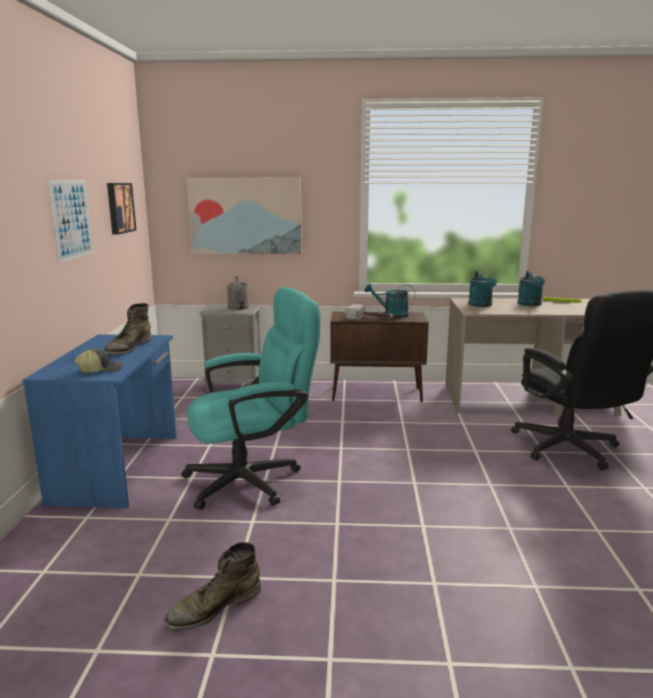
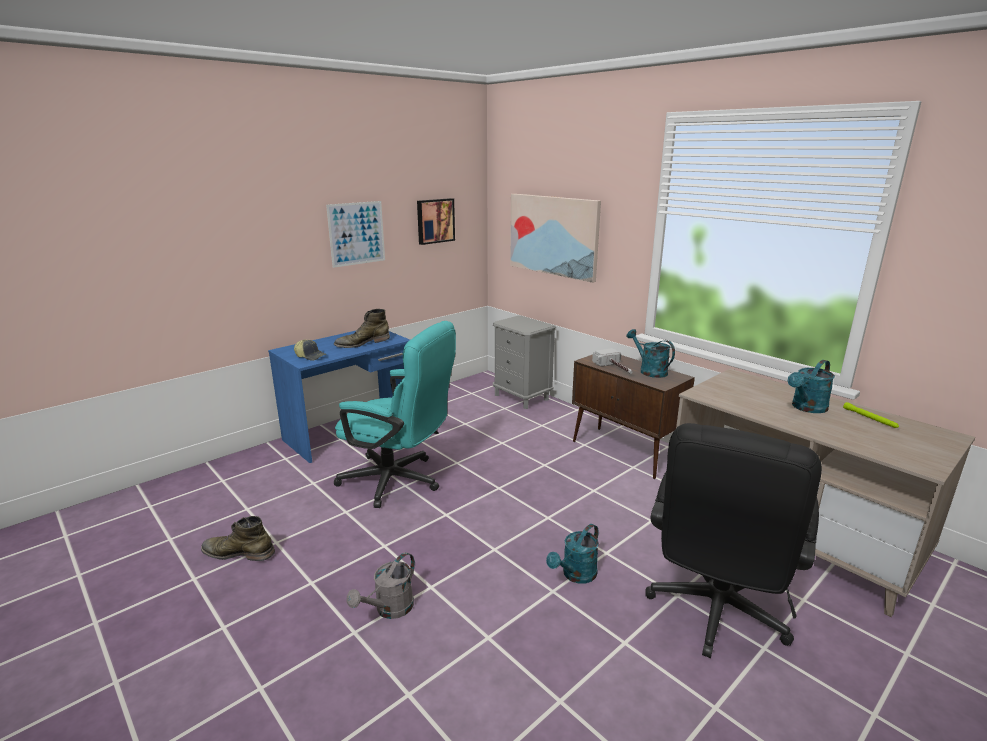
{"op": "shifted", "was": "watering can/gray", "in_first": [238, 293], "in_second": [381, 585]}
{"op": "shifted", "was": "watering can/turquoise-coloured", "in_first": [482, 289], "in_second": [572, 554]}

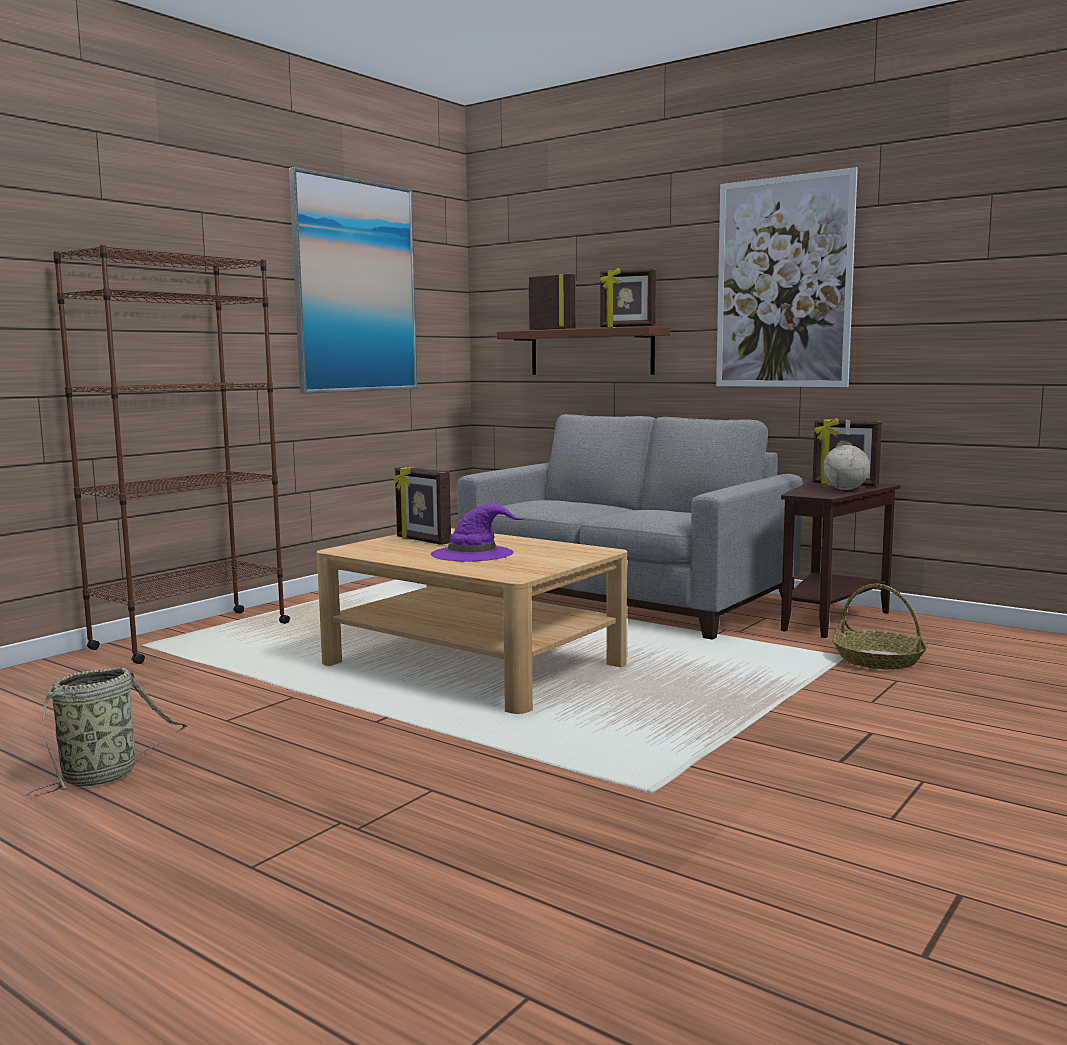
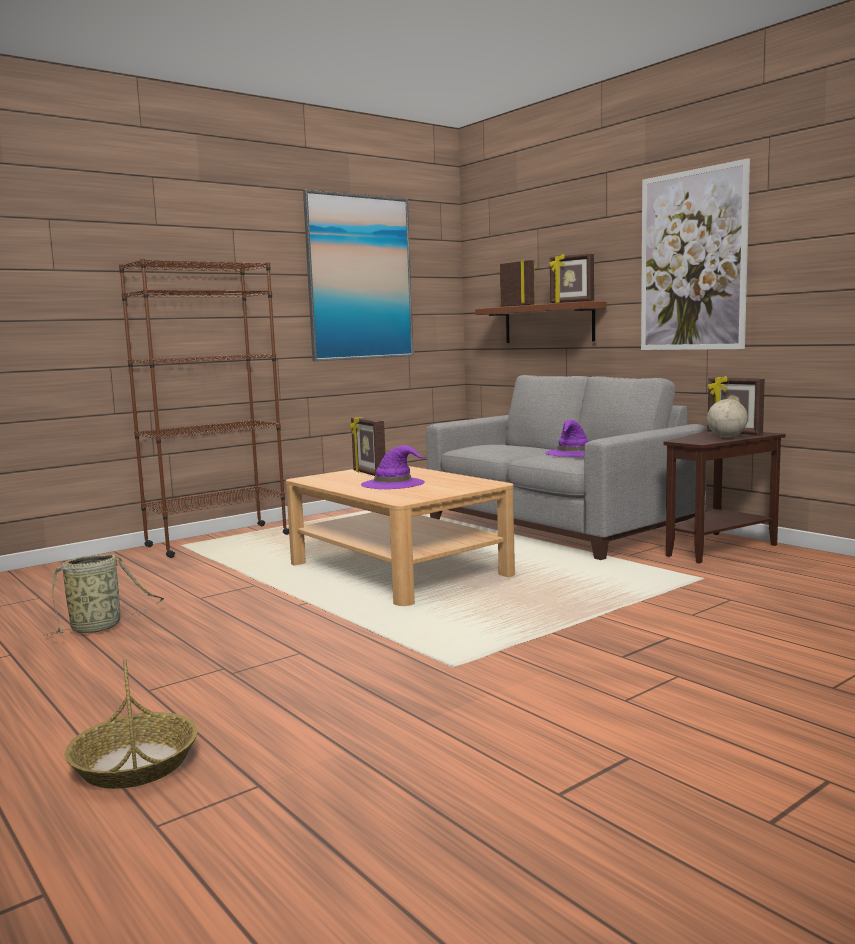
{"op": "new", "now": "wearable hat/purplish", "in_second": [567, 438]}
{"op": "shifted", "was": "basket", "in_first": [880, 627], "in_second": [131, 724]}

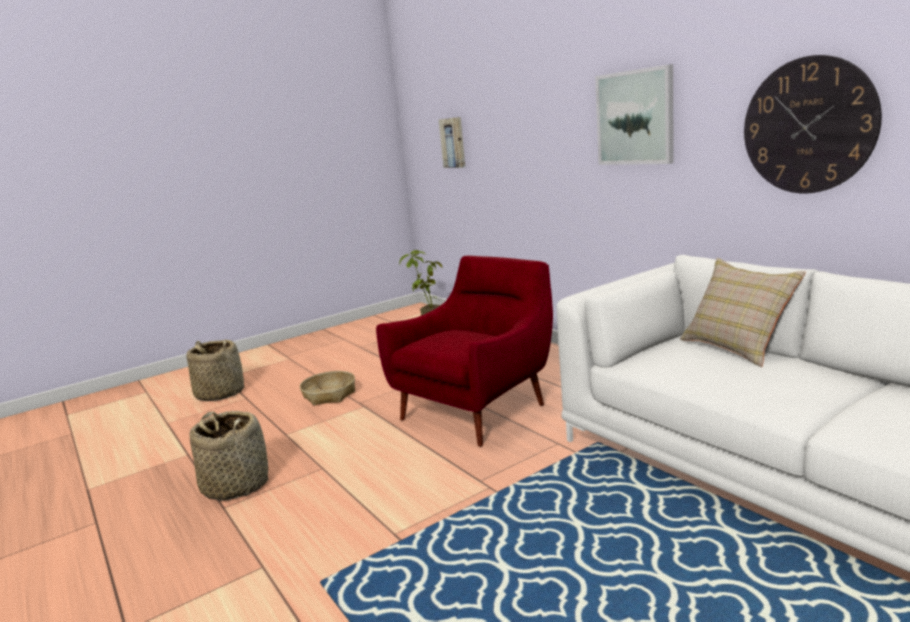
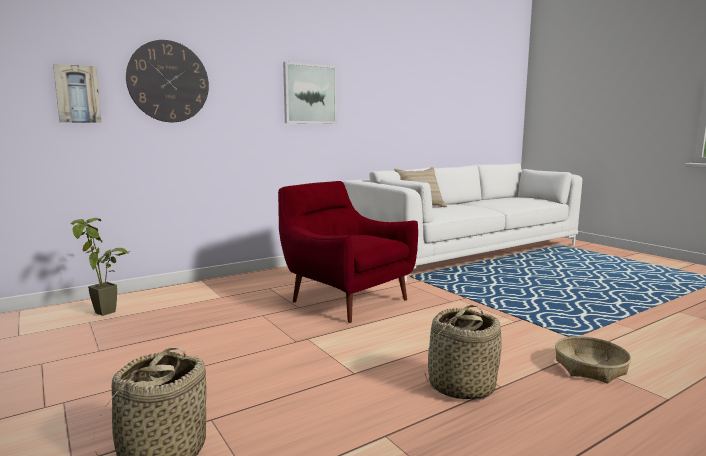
{"op": "shifted", "was": "basket", "in_first": [327, 388], "in_second": [593, 359]}
{"op": "shifted", "was": "clock on the wall", "in_first": [813, 124], "in_second": [167, 81]}

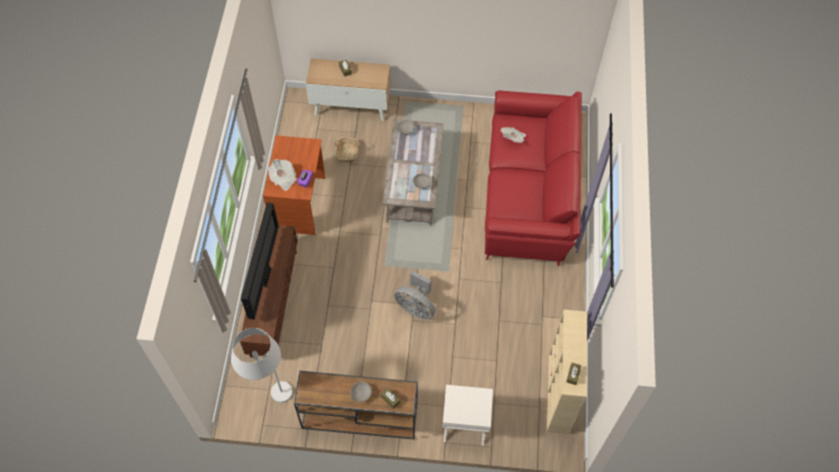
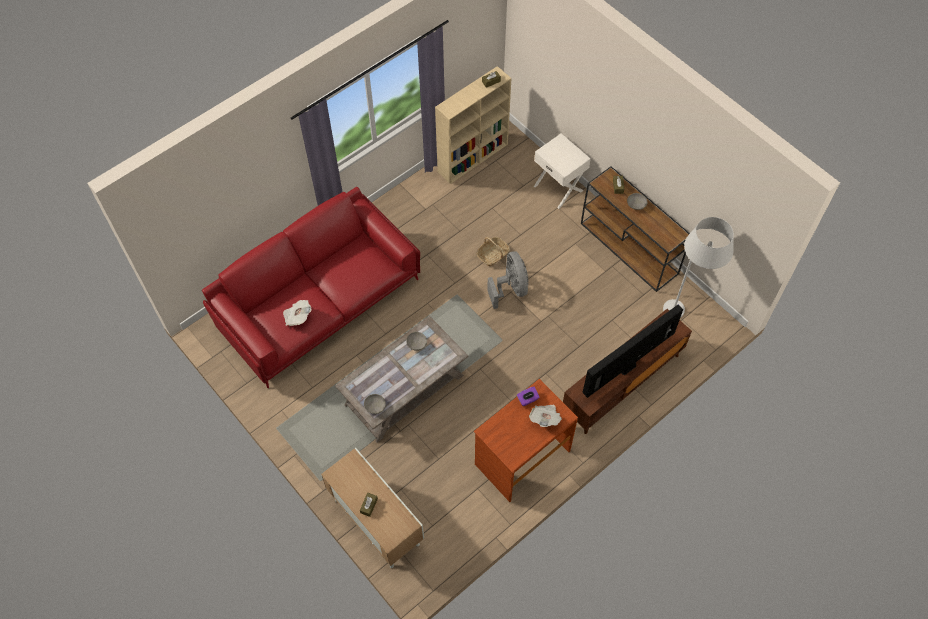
{"op": "shifted", "was": "basket", "in_first": [347, 149], "in_second": [493, 251]}

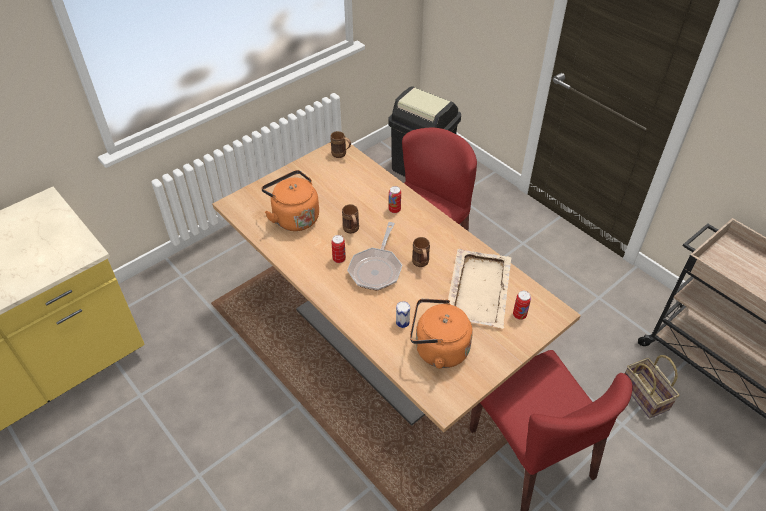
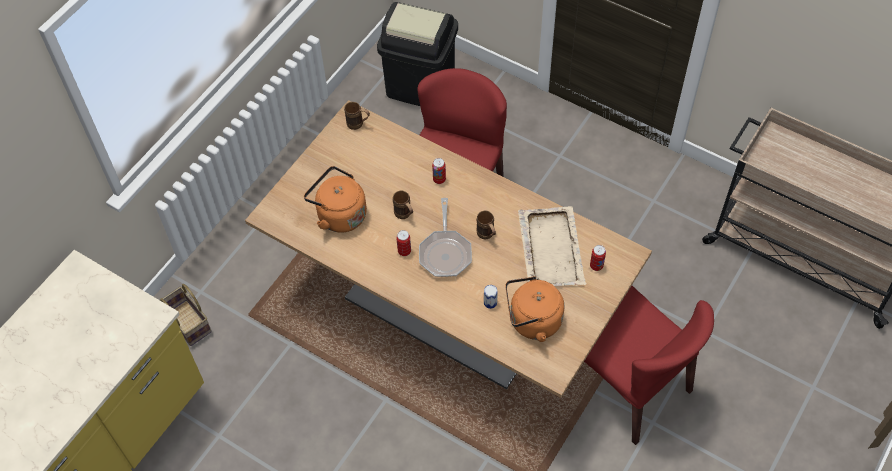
{"op": "shifted", "was": "basket", "in_first": [652, 386], "in_second": [186, 315]}

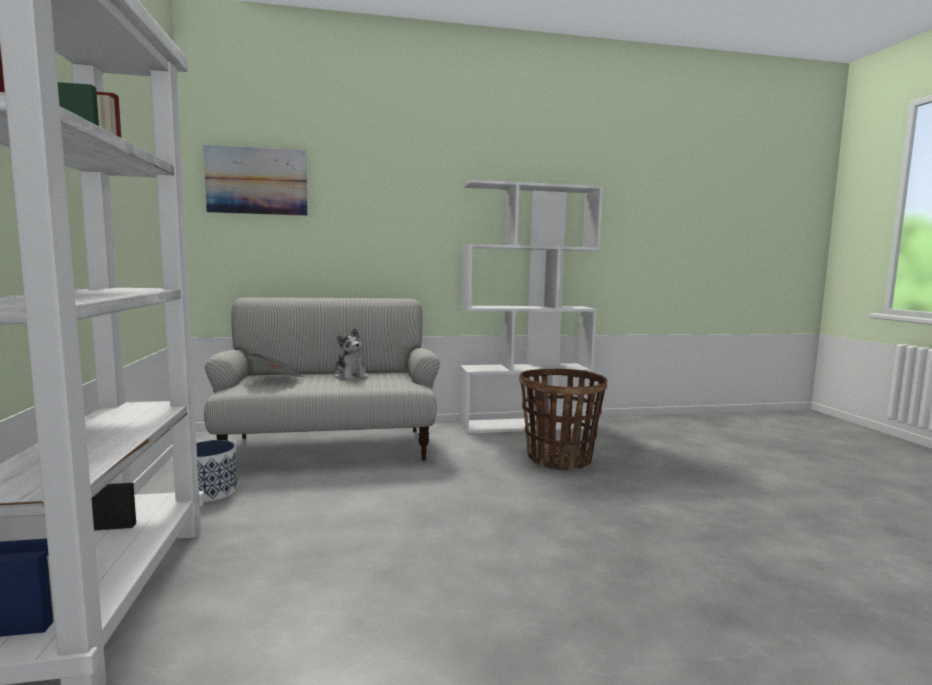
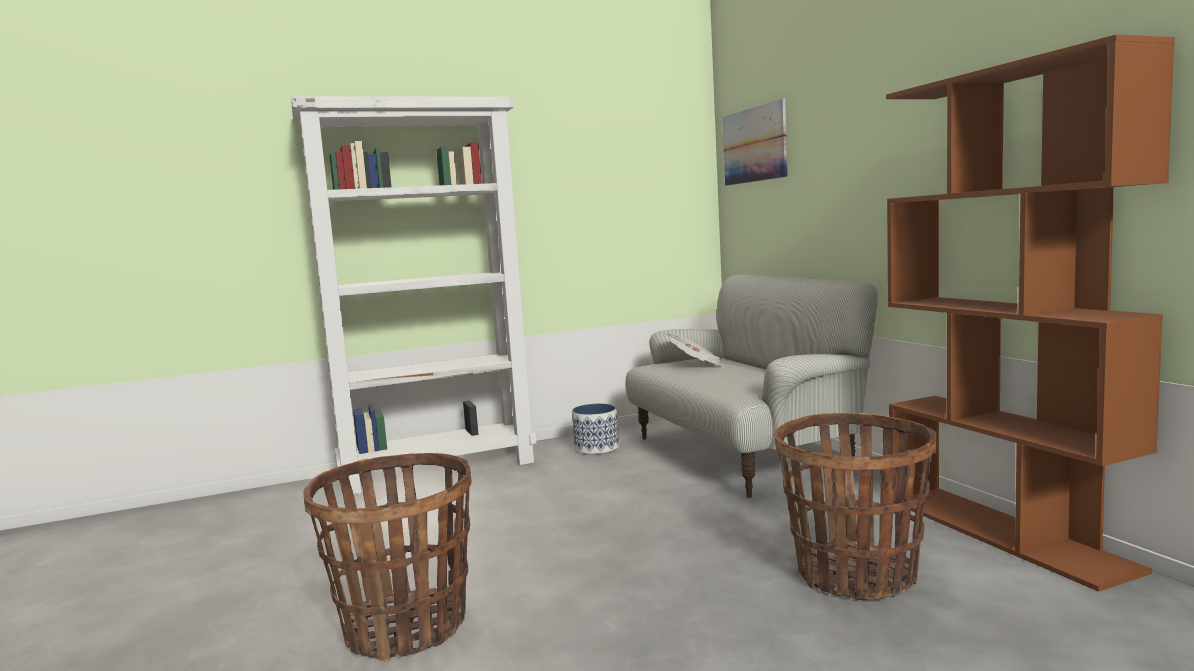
{"op": "gone", "was": "plush toy", "in_first": [351, 354]}
{"op": "new", "now": "basket", "in_second": [387, 557]}
{"op": "repainted", "was": "bookshelf/whitish", "now": "bookshelf/brown", "in_first": [531, 307], "in_second": [1030, 313]}

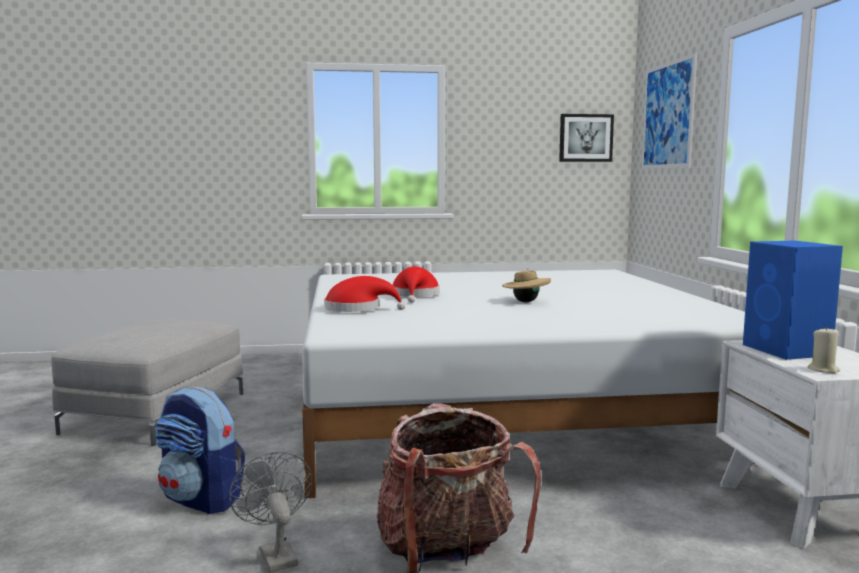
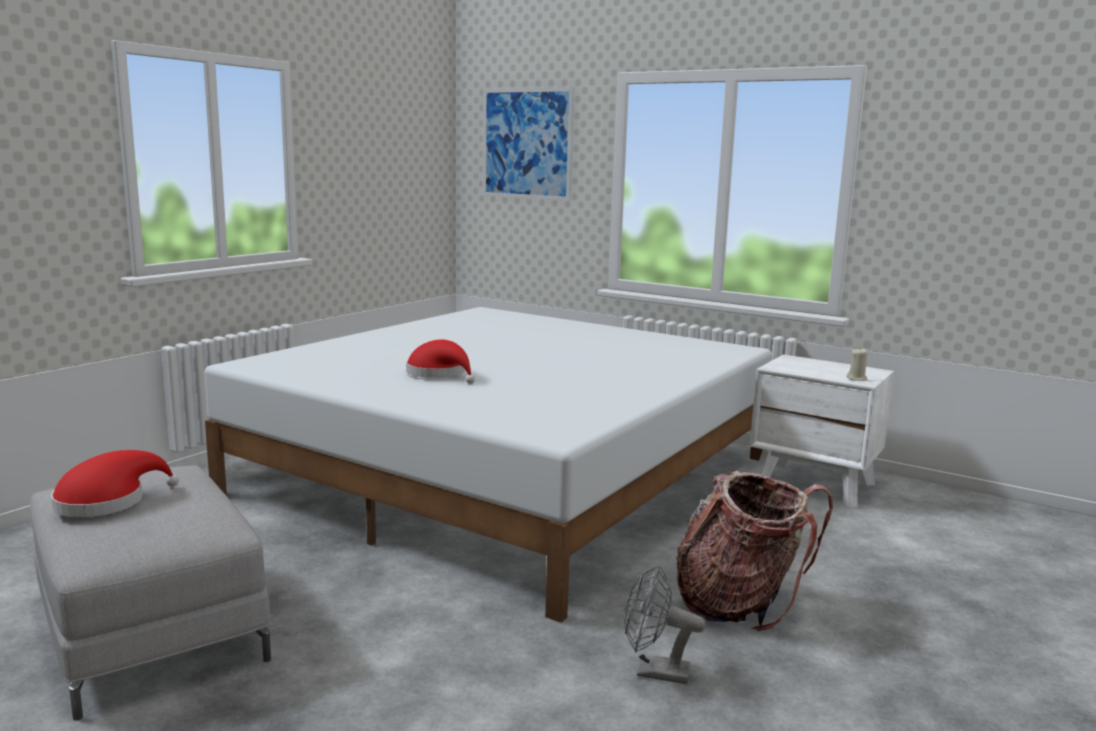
{"op": "gone", "was": "knapsack", "in_first": [200, 450]}
{"op": "gone", "was": "wearable hat/sand-coloured", "in_first": [526, 285]}
{"op": "gone", "was": "wall art", "in_first": [586, 138]}
{"op": "gone", "was": "audio speaker/blue-coloured", "in_first": [793, 300]}
{"op": "shifted", "was": "wearable hat/reddish", "in_first": [364, 294], "in_second": [115, 483]}

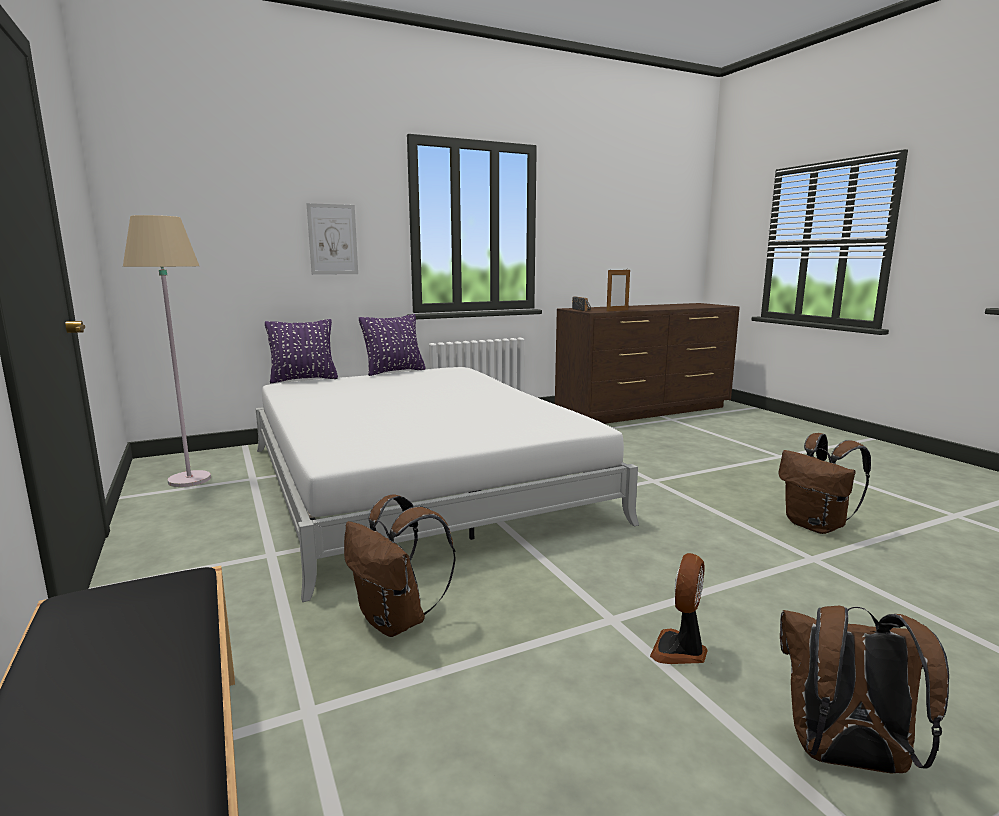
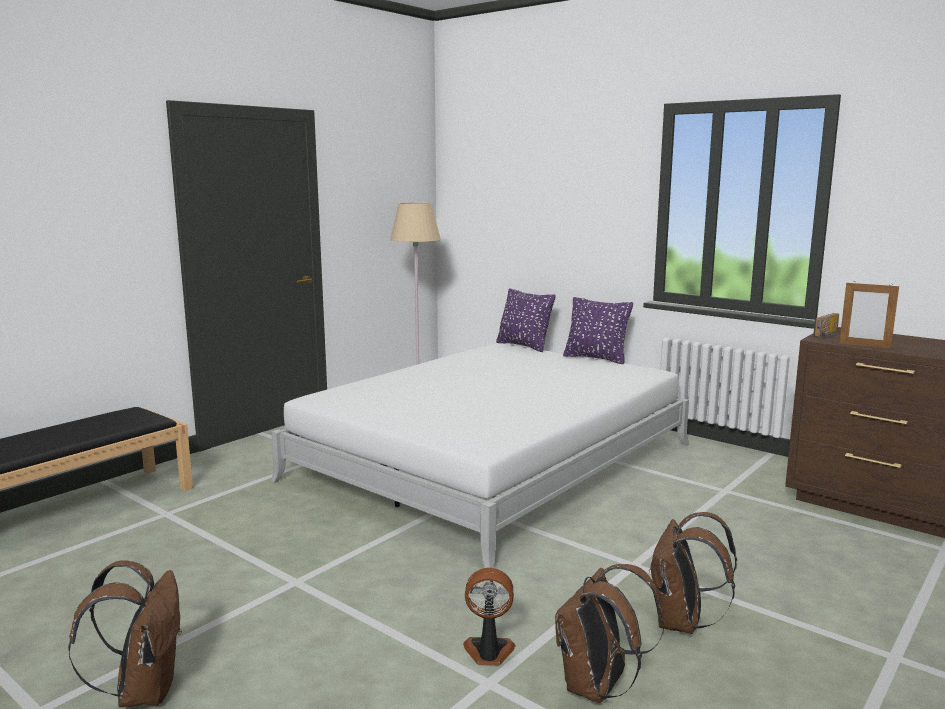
{"op": "gone", "was": "wall art", "in_first": [332, 239]}
{"op": "shifted", "was": "knapsack/brown", "in_first": [400, 565], "in_second": [693, 573]}
{"op": "shifted", "was": "cooling fan", "in_first": [679, 608], "in_second": [489, 617]}

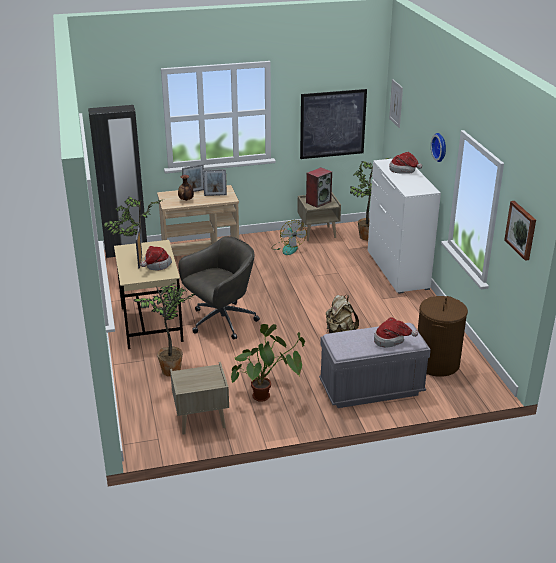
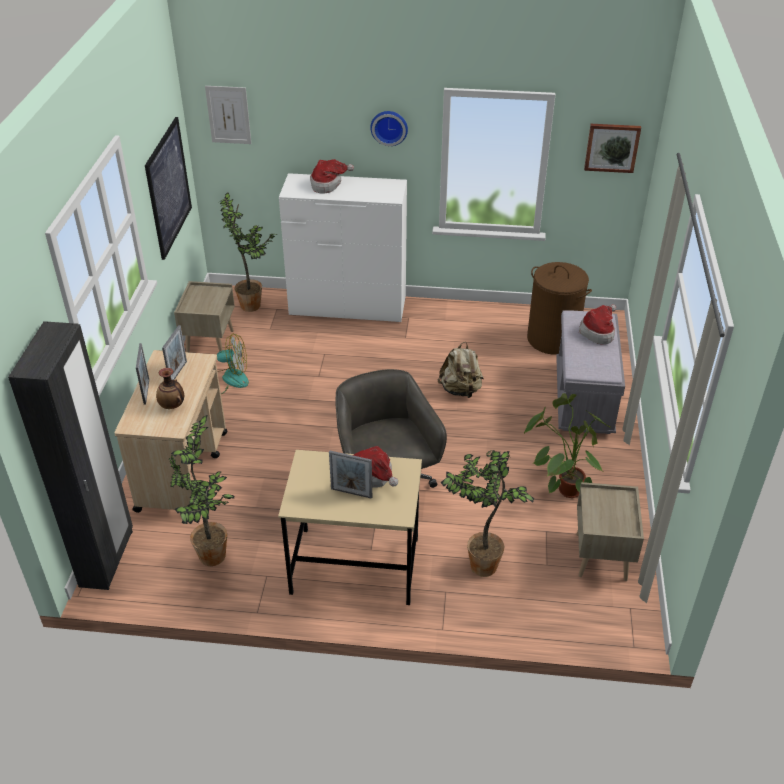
{"op": "gone", "was": "audio speaker", "in_first": [319, 187]}

